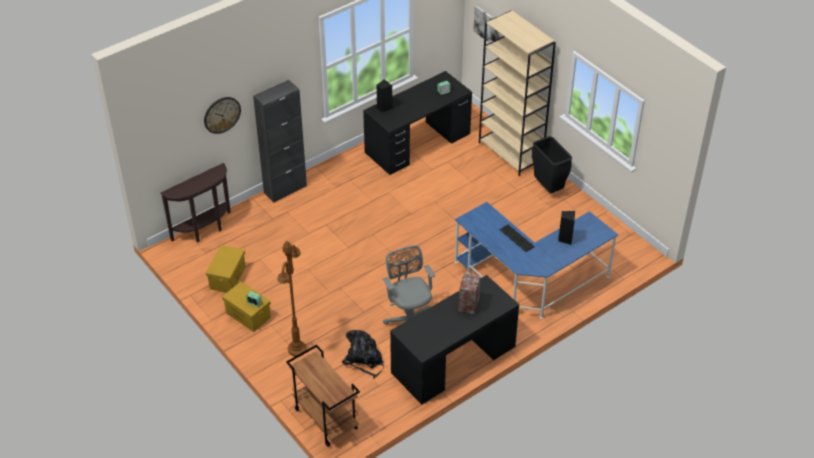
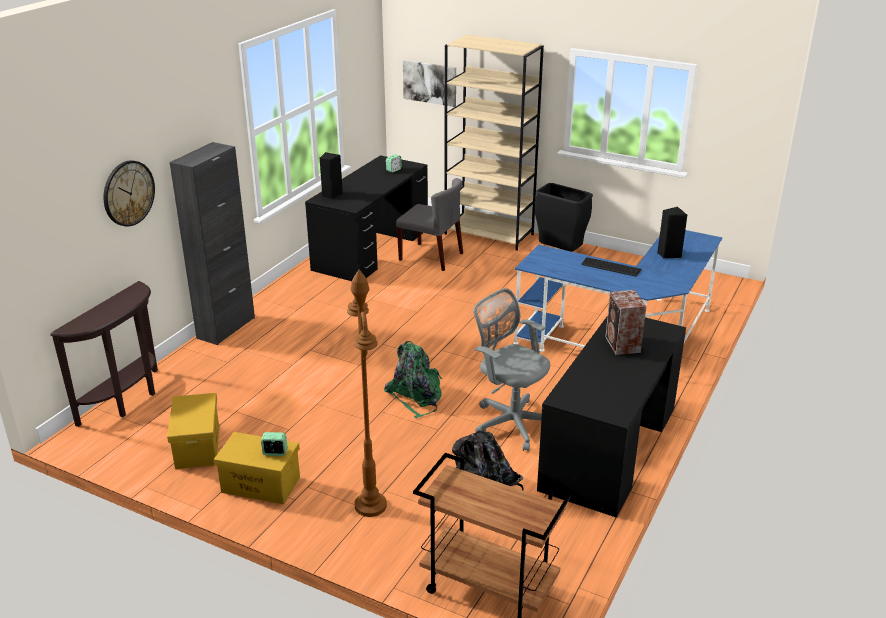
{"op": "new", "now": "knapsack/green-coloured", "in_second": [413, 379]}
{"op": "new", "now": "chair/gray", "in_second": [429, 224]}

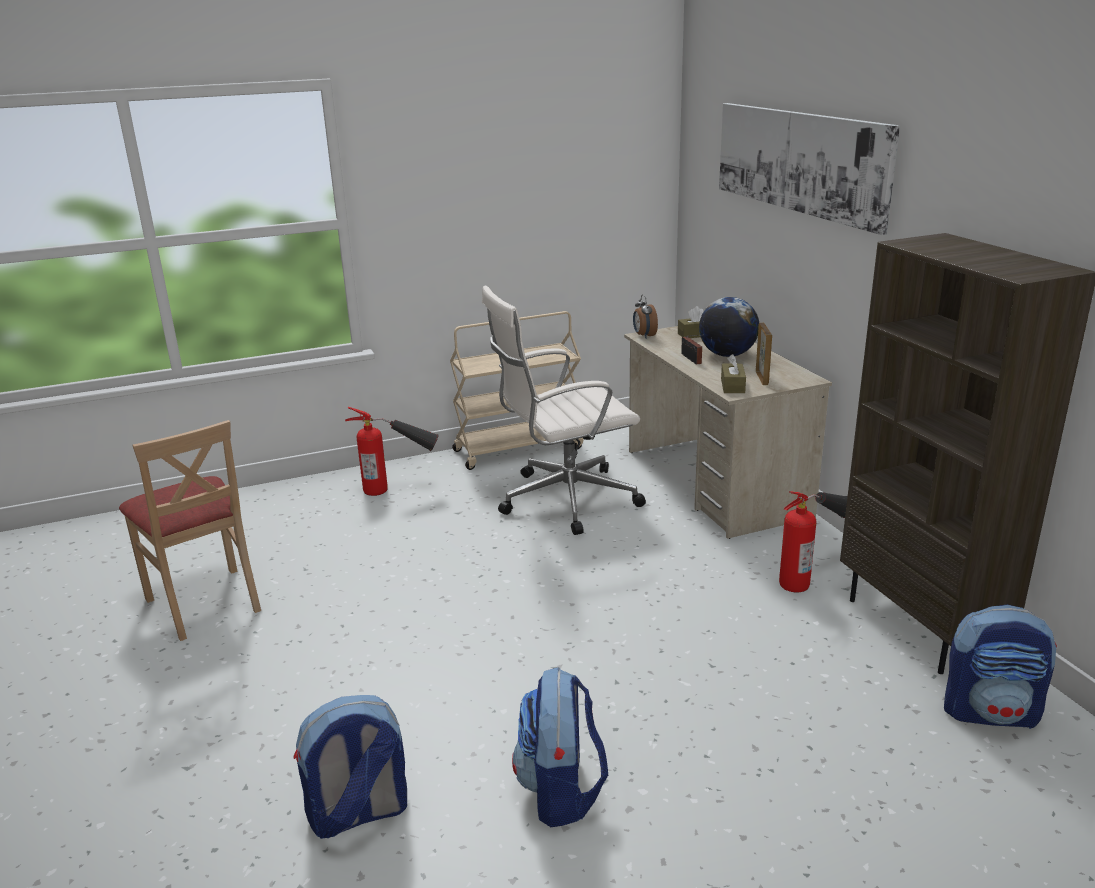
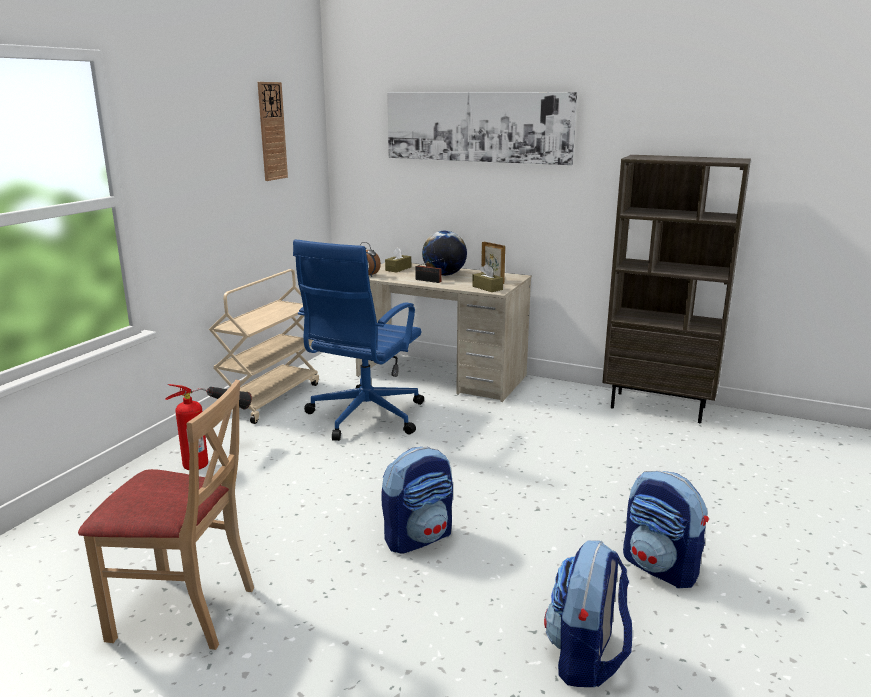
{"op": "gone", "was": "fire-fighting cylinder", "in_first": [813, 541]}
{"op": "new", "now": "clock on the wall", "in_second": [273, 131]}
{"op": "shifted", "was": "knapsack", "in_first": [1000, 667], "in_second": [417, 500]}
{"op": "repainted", "was": "office chair/whitish", "now": "office chair/blue-coloured", "in_first": [564, 410], "in_second": [358, 340]}

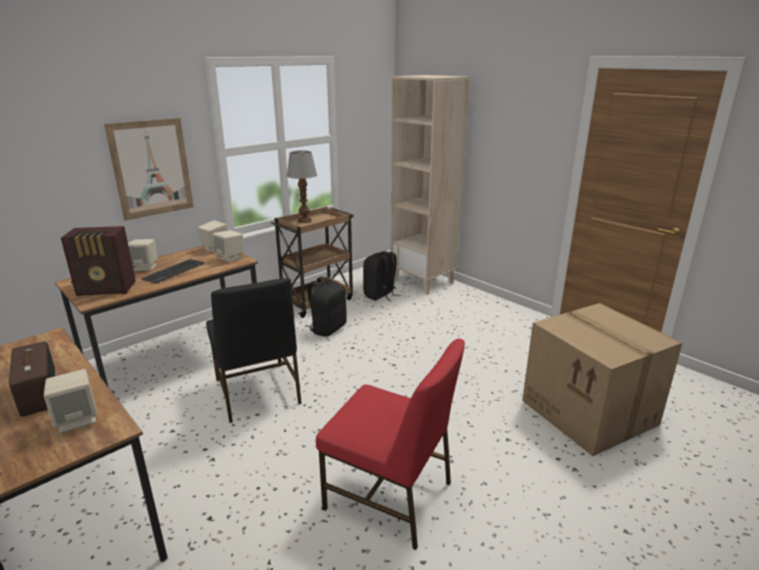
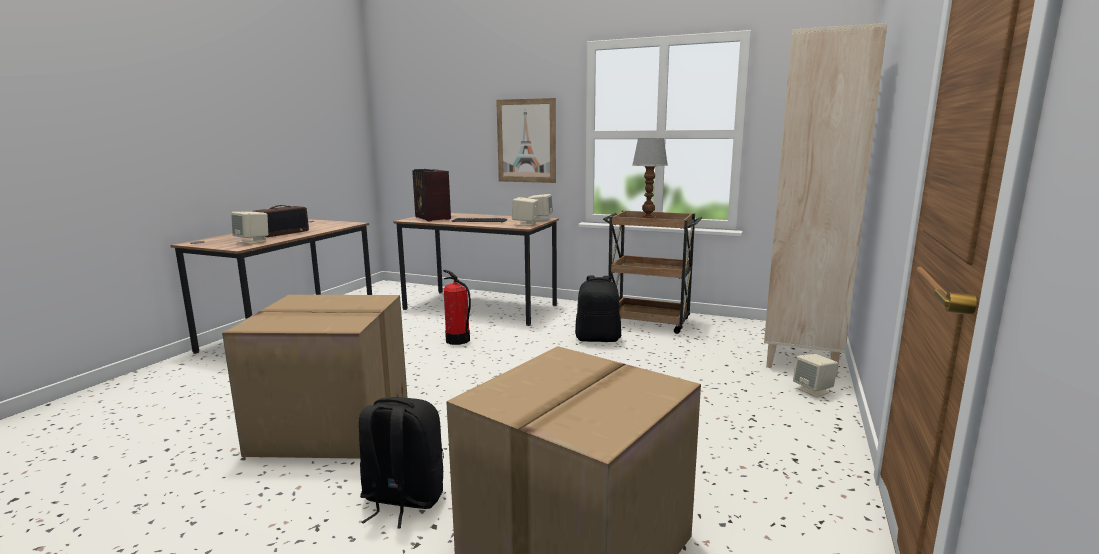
{"op": "shifted", "was": "audio speaker/sand-coloured", "in_first": [143, 255], "in_second": [815, 375]}
{"op": "shifted", "was": "knapsack/black", "in_first": [381, 276], "in_second": [401, 463]}
{"op": "swapped", "was": "chair/black", "now": "fire-fighting cylinder", "in_first": [254, 350], "in_second": [457, 307]}
{"op": "swapped", "was": "chair/reddish", "now": "carton", "in_first": [390, 444], "in_second": [315, 377]}

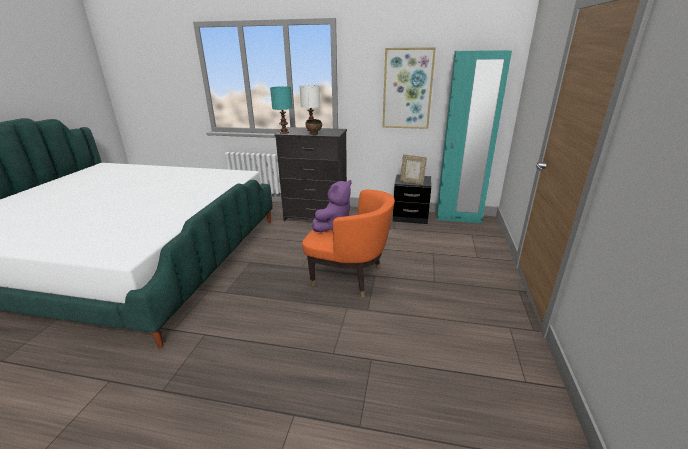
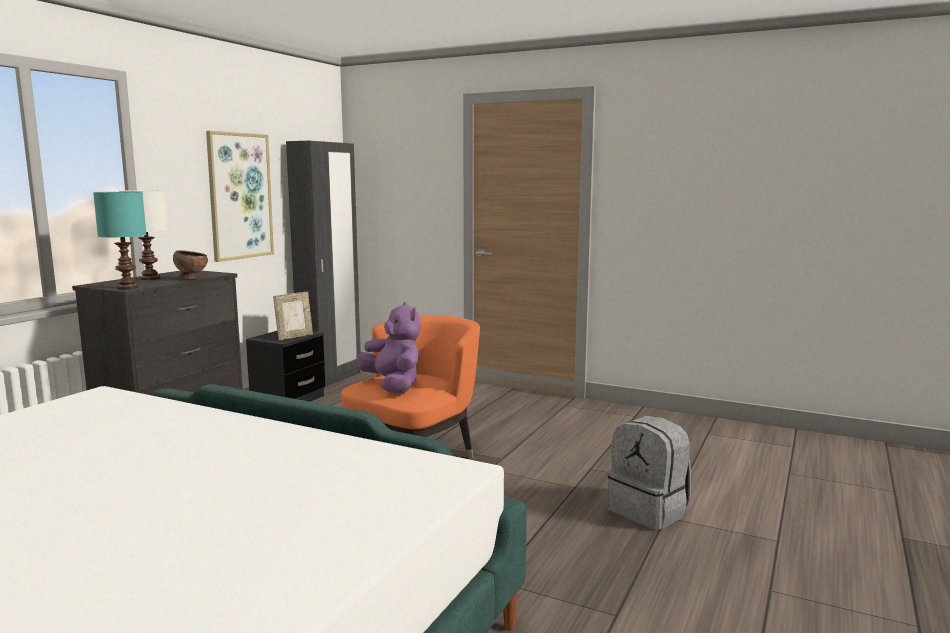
{"op": "new", "now": "knapsack/gray", "in_second": [649, 473]}
{"op": "repainted", "was": "clothes cupboard/turquoise-coloured", "now": "clothes cupboard/black", "in_first": [474, 137], "in_second": [323, 264]}

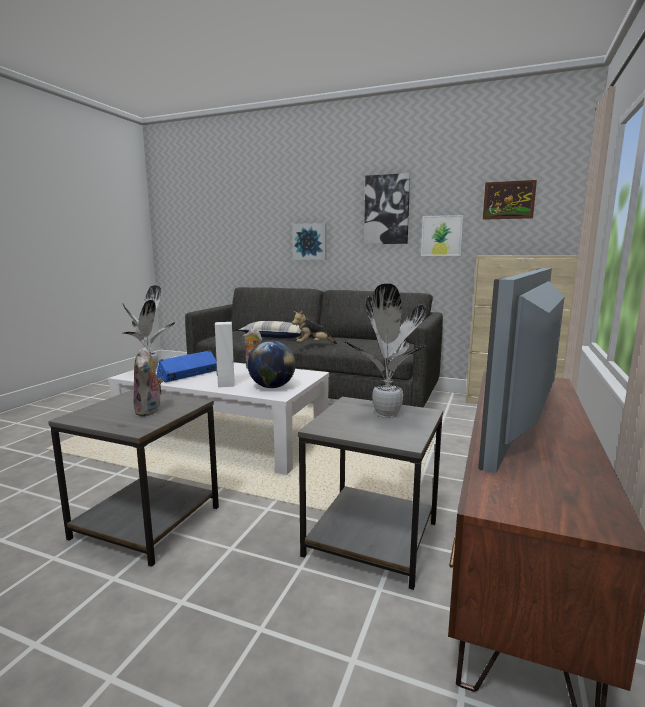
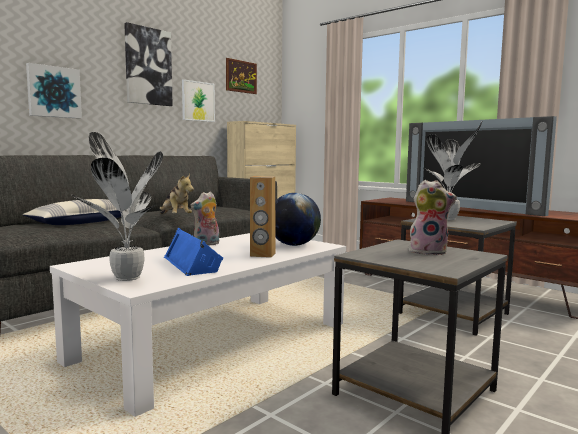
{"op": "repainted", "was": "audio speaker/whitish", "now": "audio speaker/brown", "in_first": [224, 354], "in_second": [263, 217]}
{"op": "rotated", "was": "plush toy", "in_first": [314, 327], "in_second": [177, 194], "clockwise": -45}

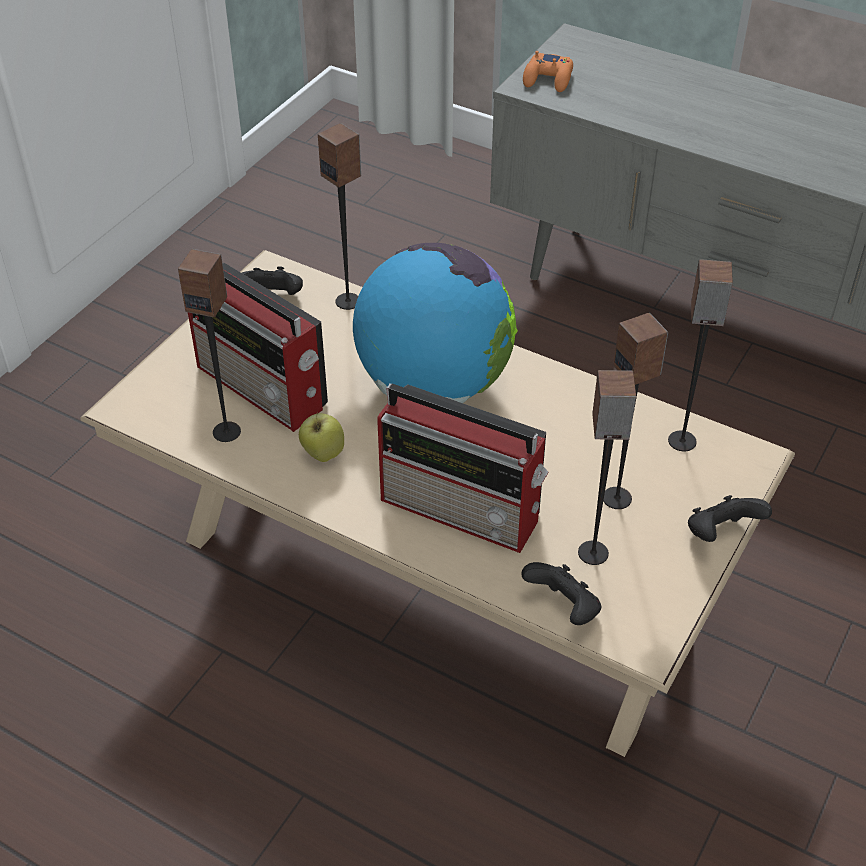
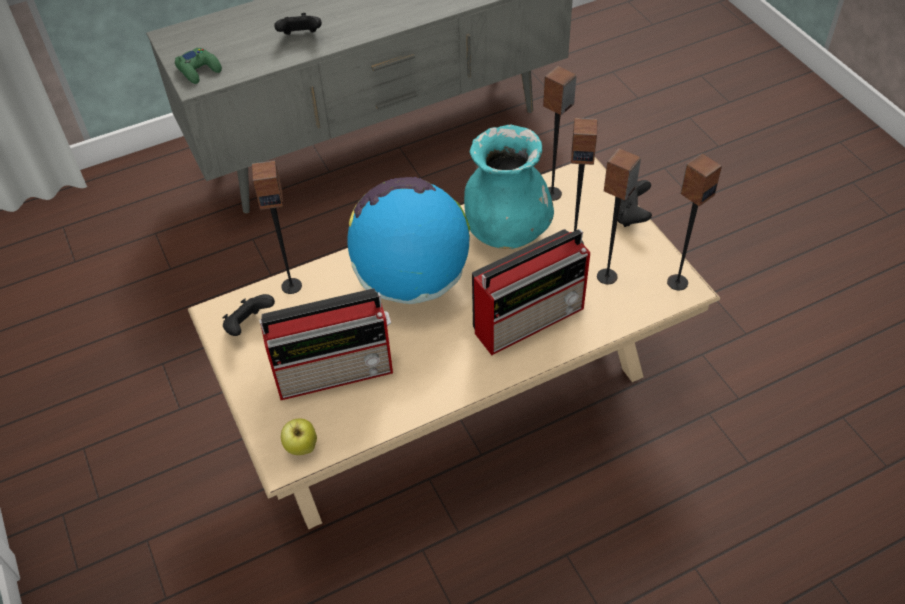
{"op": "new", "now": "vase/turquoise-coloured", "in_second": [509, 187]}
{"op": "shifted", "was": "audio speaker", "in_first": [209, 345], "in_second": [694, 222]}
{"op": "shifted", "was": "whole apple", "in_first": [321, 436], "in_second": [299, 436]}
{"op": "shifted", "was": "gamepad/black", "in_first": [561, 593], "in_second": [298, 24]}
{"op": "repainted", "was": "gamepad/orange", "now": "gamepad/green-coloured", "in_first": [548, 71], "in_second": [198, 66]}

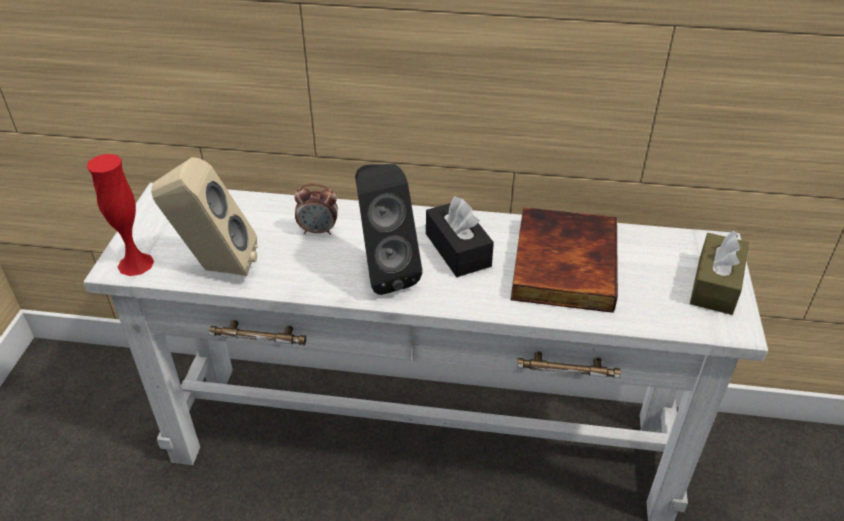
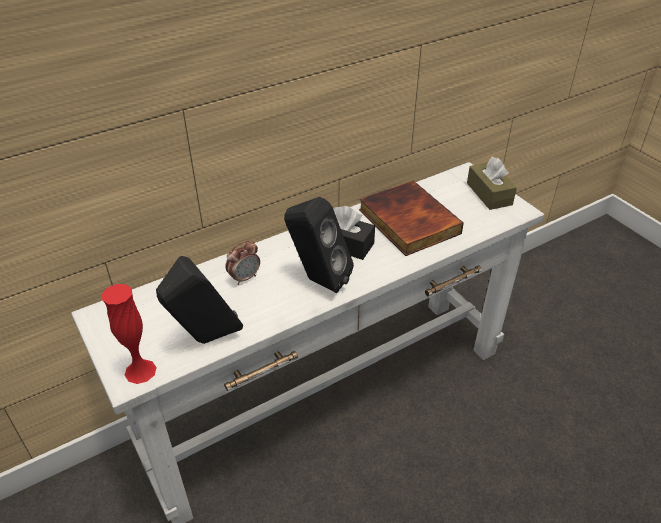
{"op": "repainted", "was": "audio speaker/sand-coloured", "now": "audio speaker/black", "in_first": [204, 216], "in_second": [199, 300]}

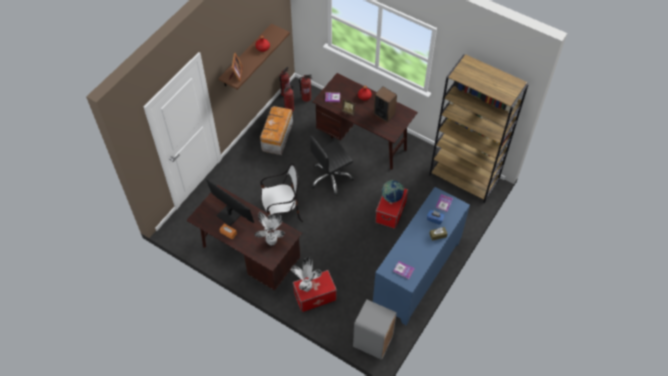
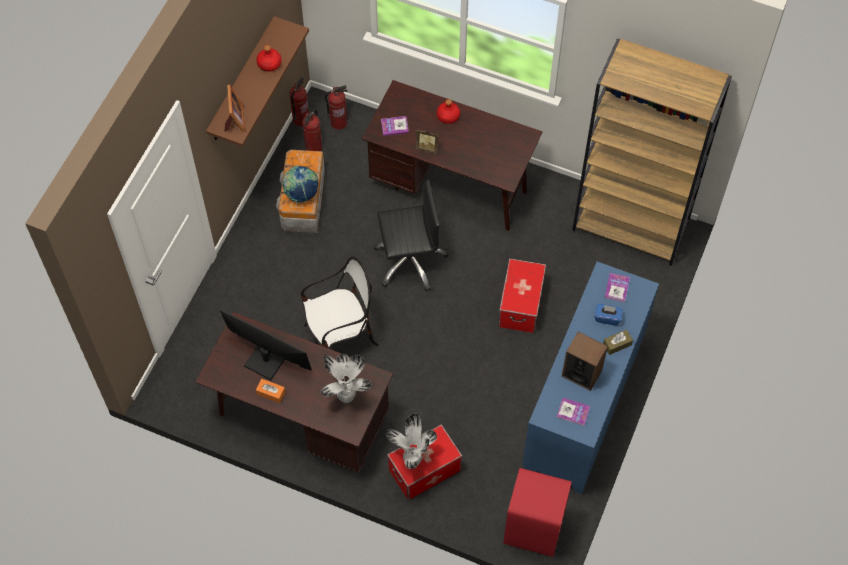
{"op": "shifted", "was": "audio speaker", "in_first": [385, 104], "in_second": [585, 361]}
{"op": "shifted", "was": "desk globe", "in_first": [393, 191], "in_second": [300, 184]}
{"op": "repainted", "was": "trash can/gray", "now": "trash can/reddish", "in_first": [375, 330], "in_second": [537, 512]}
{"op": "rotated", "was": "office chair/black", "in_first": [332, 166], "in_second": [411, 235], "clockwise": -150}

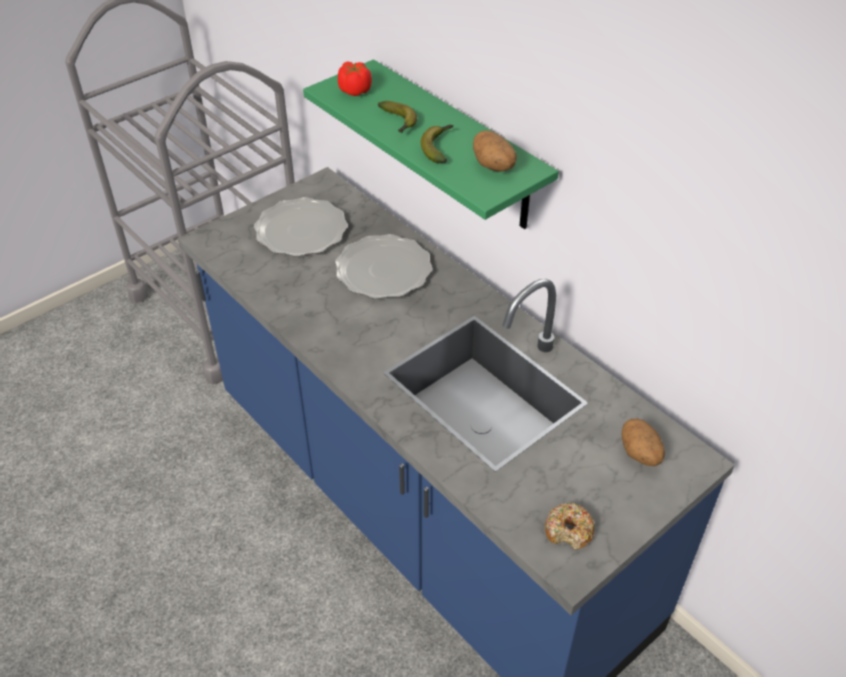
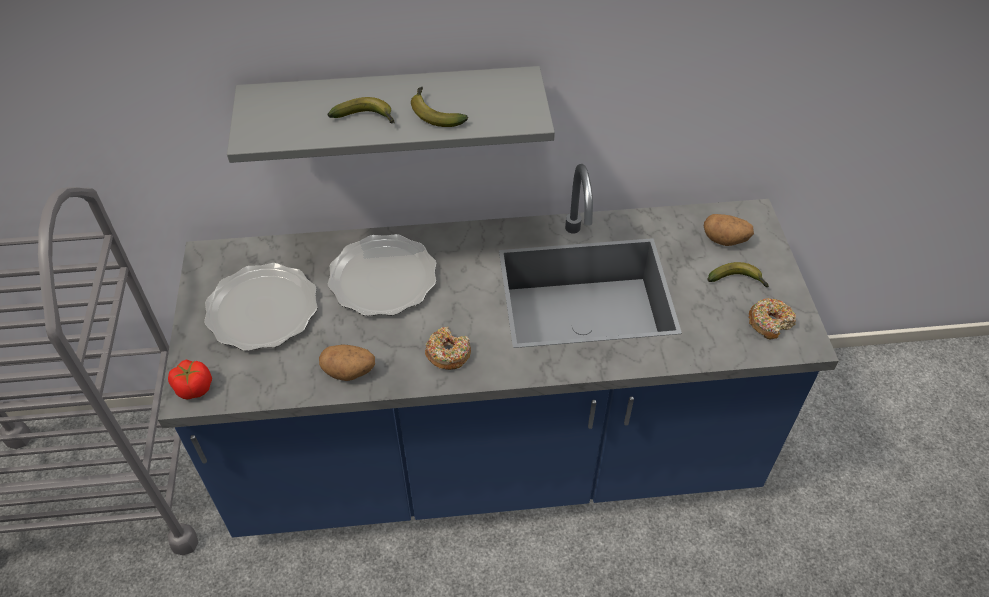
{"op": "new", "now": "donut", "in_second": [448, 348]}
{"op": "new", "now": "banana", "in_second": [738, 274]}
{"op": "shifted", "was": "tomato", "in_first": [355, 79], "in_second": [190, 379]}
{"op": "shifted", "was": "potato", "in_first": [495, 151], "in_second": [347, 362]}
{"op": "repainted", "was": "wall shelf/green-coloured", "now": "wall shelf/gray", "in_first": [431, 144], "in_second": [391, 114]}

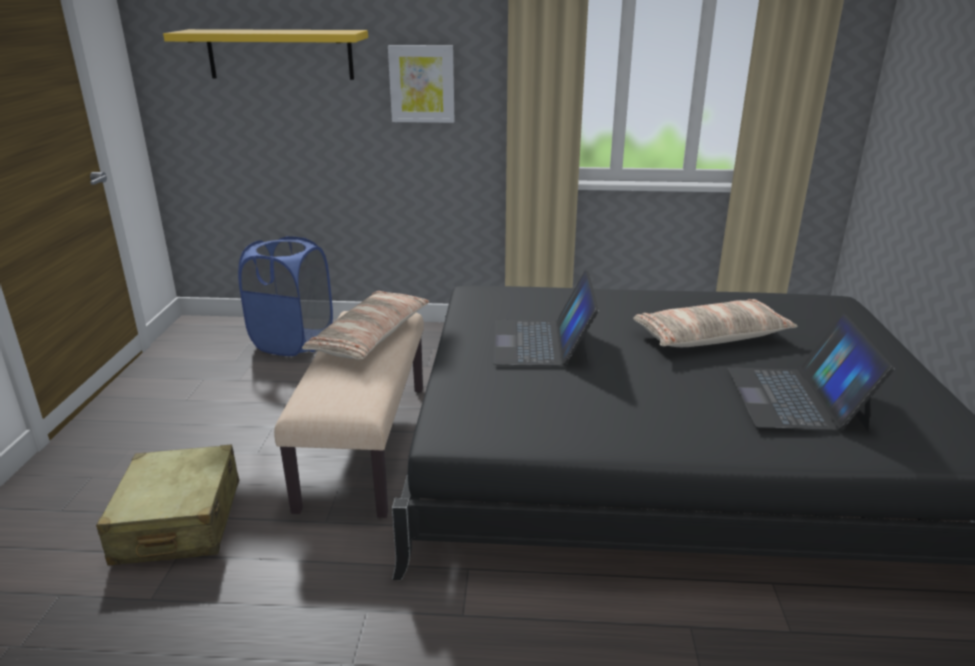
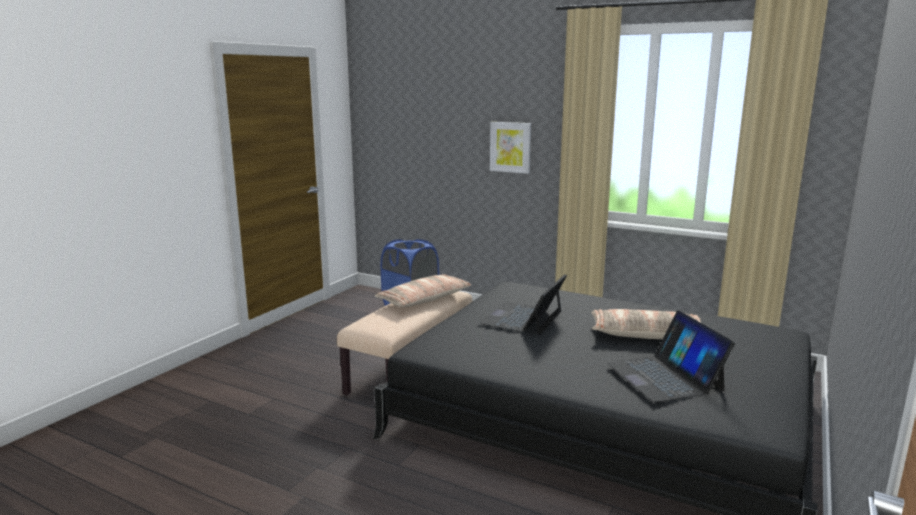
{"op": "gone", "was": "suitcase/sand-coloured", "in_first": [167, 505]}
{"op": "gone", "was": "wall shelf/yellow-coloured", "in_first": [265, 54]}
{"op": "rotated", "was": "laptop", "in_first": [811, 372], "in_second": [671, 356], "clockwise": -45}

